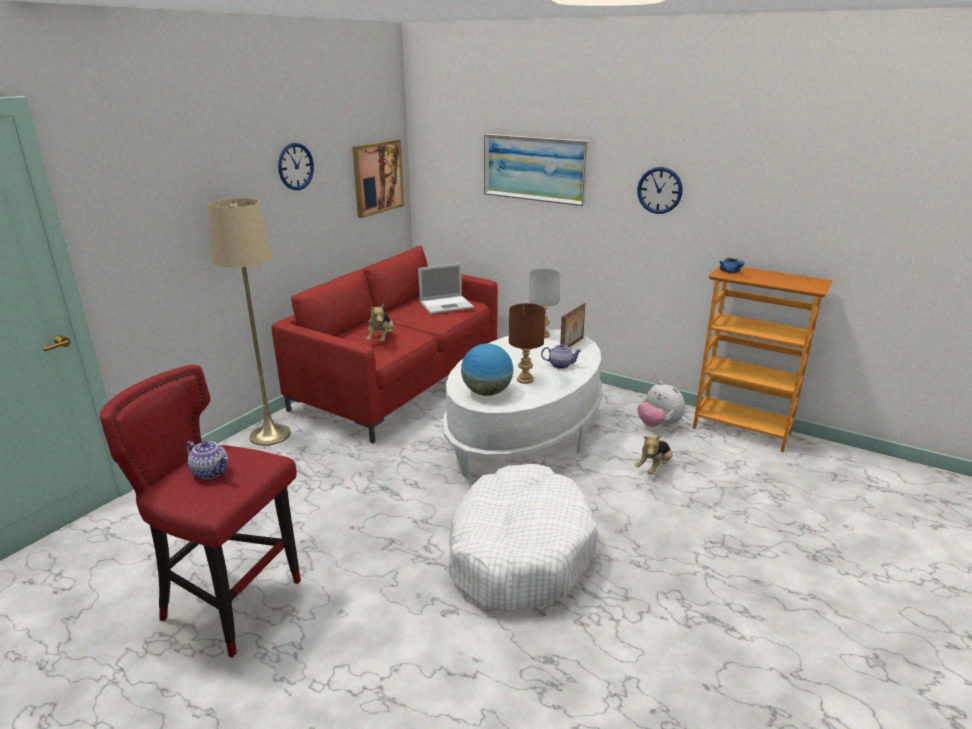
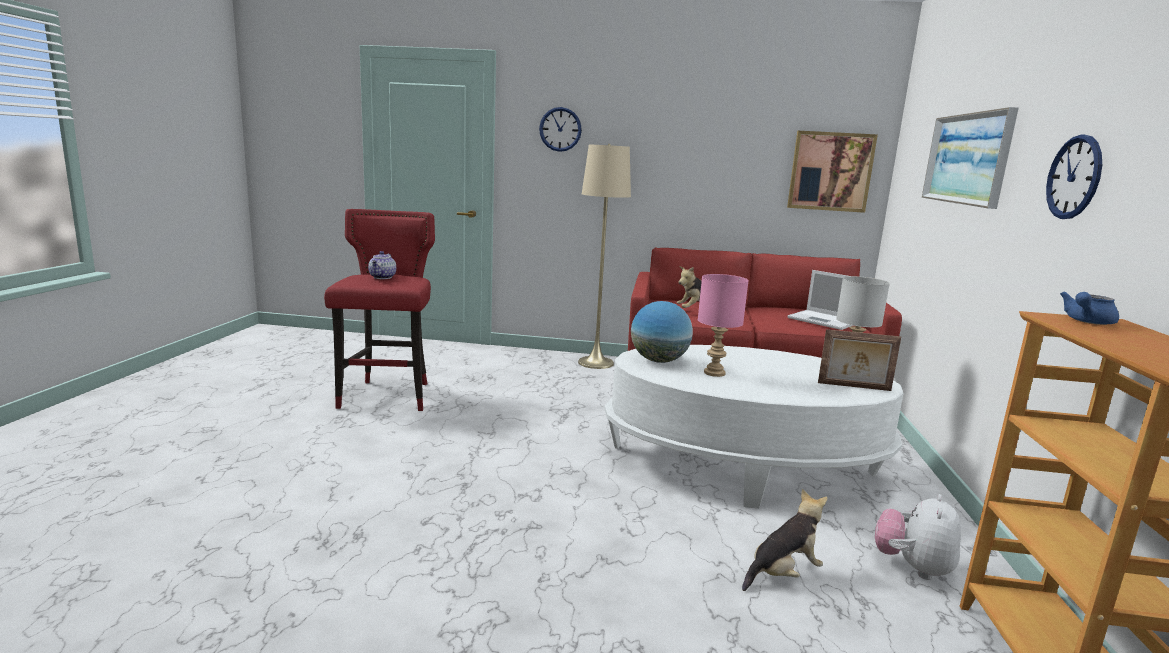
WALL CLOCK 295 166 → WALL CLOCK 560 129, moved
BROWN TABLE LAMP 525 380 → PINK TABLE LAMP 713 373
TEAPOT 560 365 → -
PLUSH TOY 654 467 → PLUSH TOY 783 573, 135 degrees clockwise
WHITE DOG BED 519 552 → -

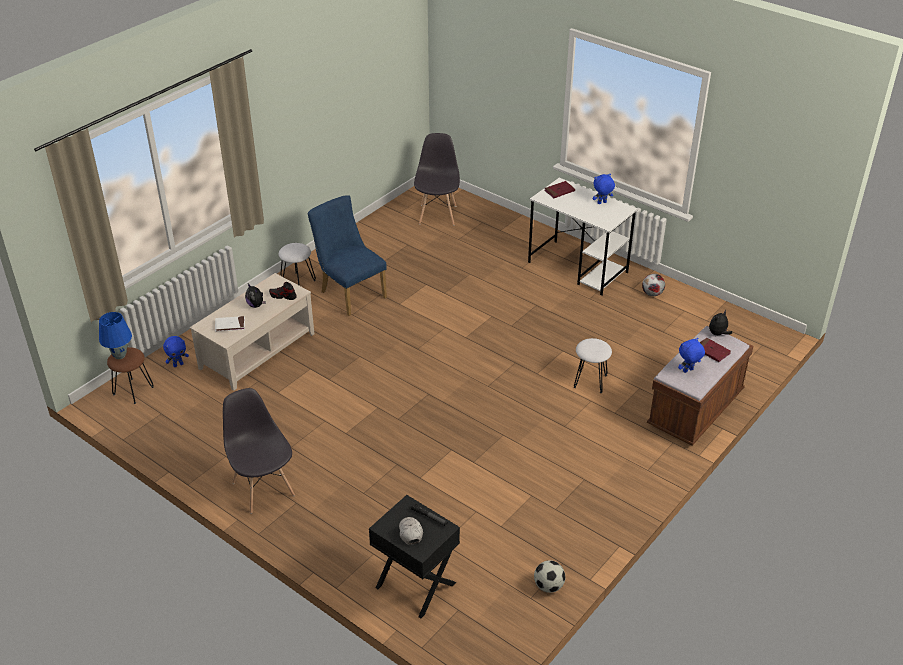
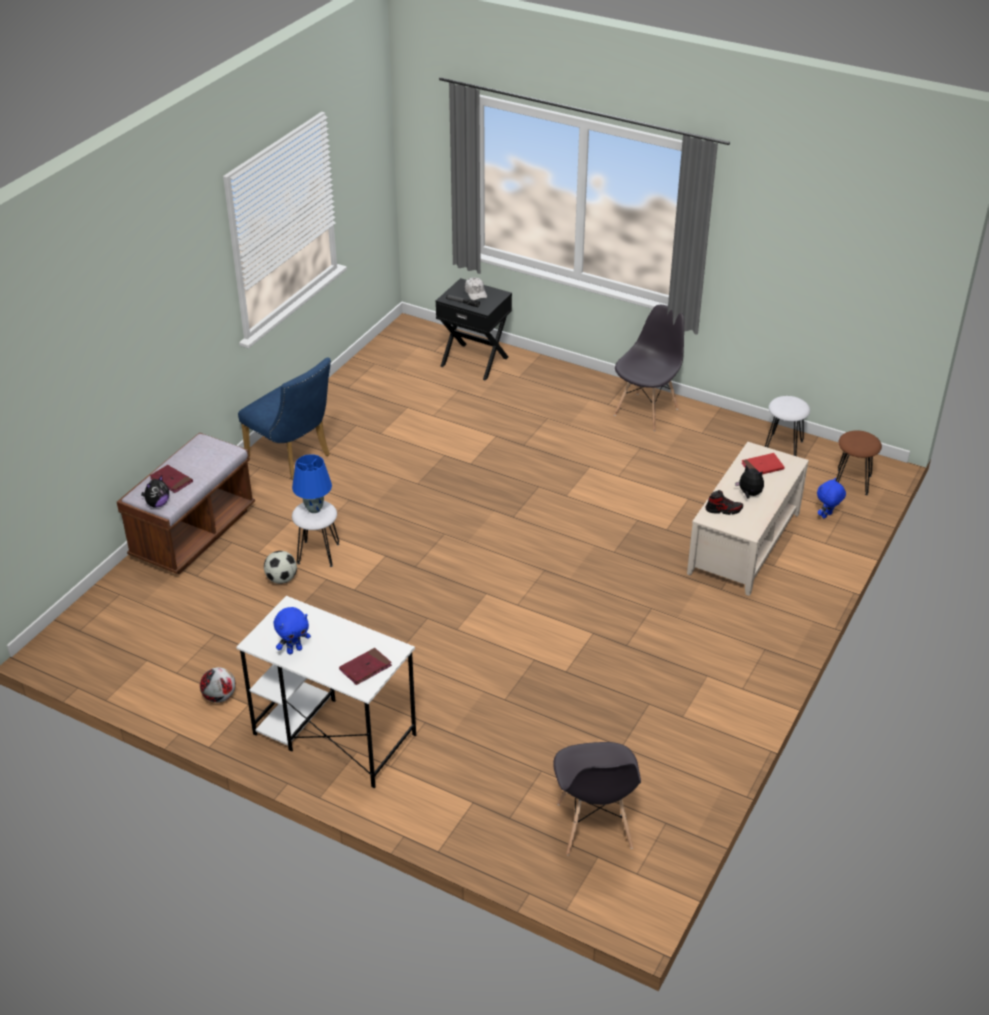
BLUE CHAIR 350 293 → BLUE CHAIR 293 458, moved
WHITE STOOL 297 282 → WHITE STOOL 784 446, moved
BLUE TABLE LAMP 120 355 → BLUE TABLE LAMP 314 509, moved
WHITE BOOK 230 325 → RED BOOK 762 467
BLUE PLUSH TOY 688 371 → -
GREY CHAIR 263 488 → GREY CHAIR 646 411, 105 degrees counterclockwise
FOOTBALL 548 586 → FOOTBALL 281 579, moved

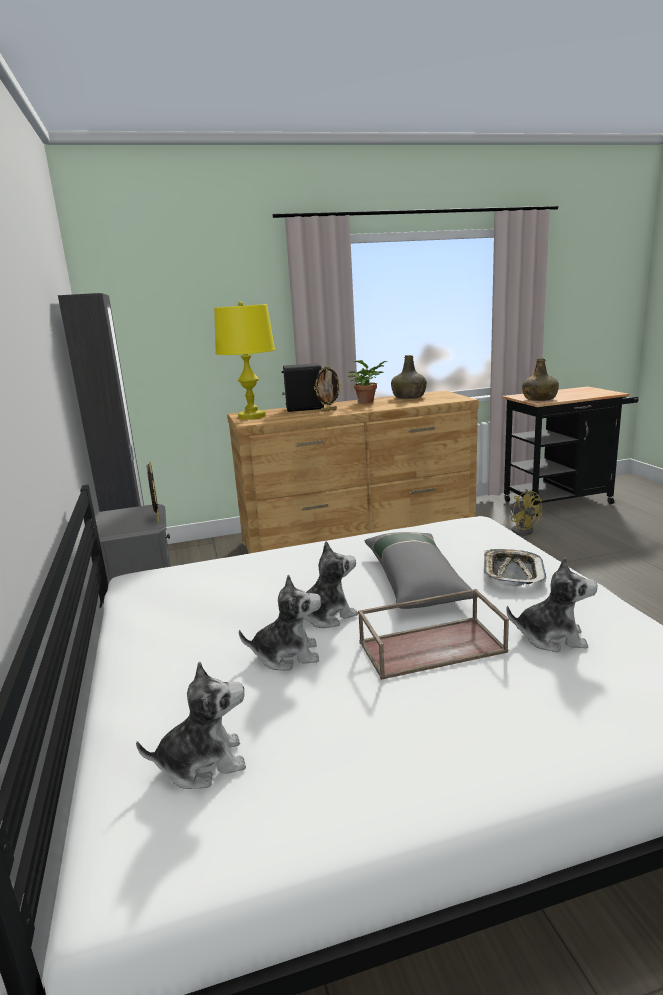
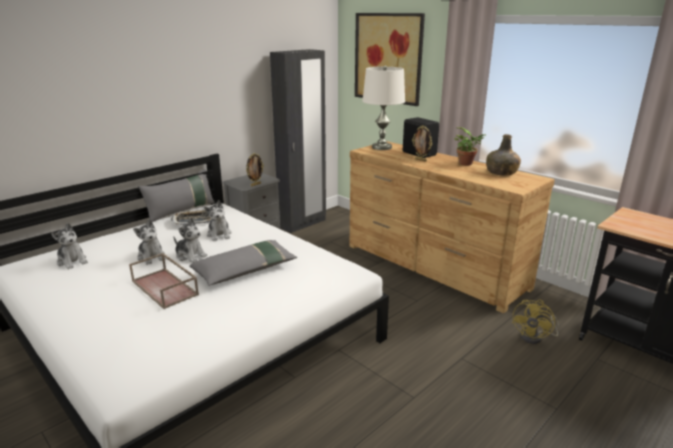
YELLOW TABLE LAMP 252 416 → WHITE TABLE LAMP 381 147
GREEN BOTTLE 539 399 → -
TRAY 512 572 → TRAY 194 220, moved
PLUSH TOY 551 637 → PLUSH TOY 219 234, moved
- → PICTURE 388 58
- → GREY PILLOW 181 211

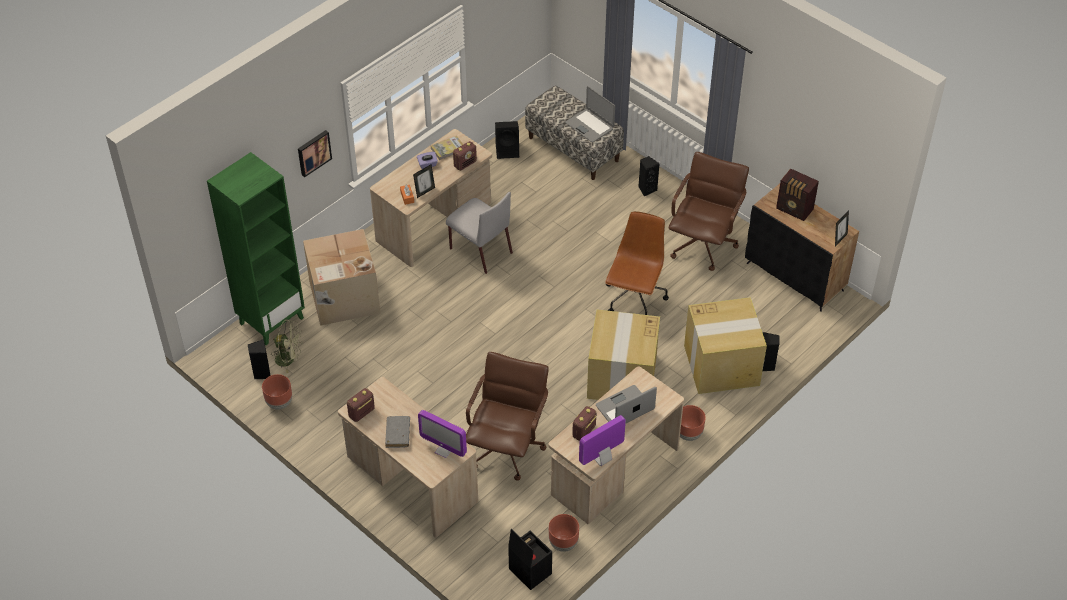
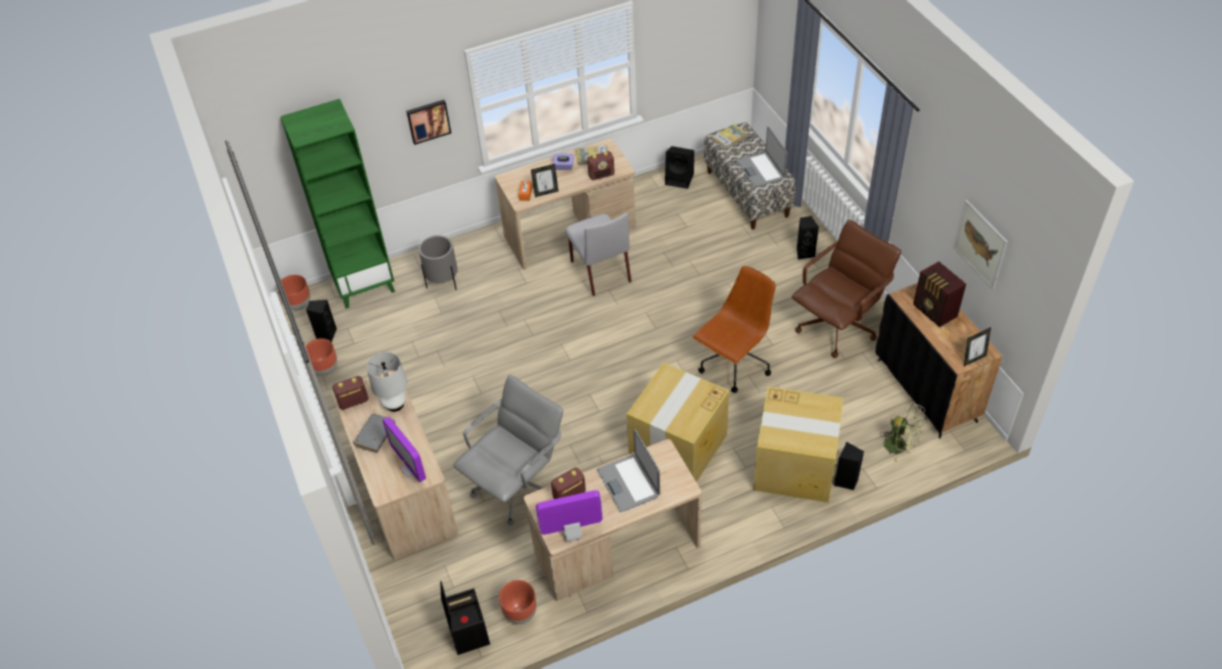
CARDBOARD BOX 343 298 → GREY PLANTER 443 282
GREEN FAN 289 359 → GREEN FAN 900 446, moved
BROWN OFFICE CHAIR 507 448 → GREY OFFICE CHAIR 517 486
LAPTOP 625 408 → LAPTOP 629 483, 105 degrees counterclockwise
BROWN PLANTER 688 434 → BROWN PLANTER 298 304, moved
- → BOOK 729 138
- → PICTURE 980 244
- → WHITE TABLE LAMP 395 404

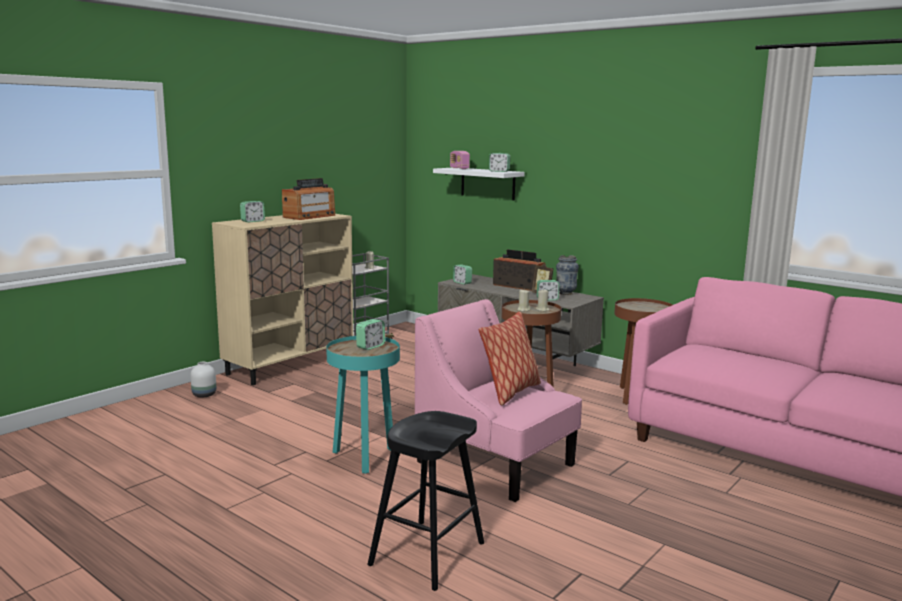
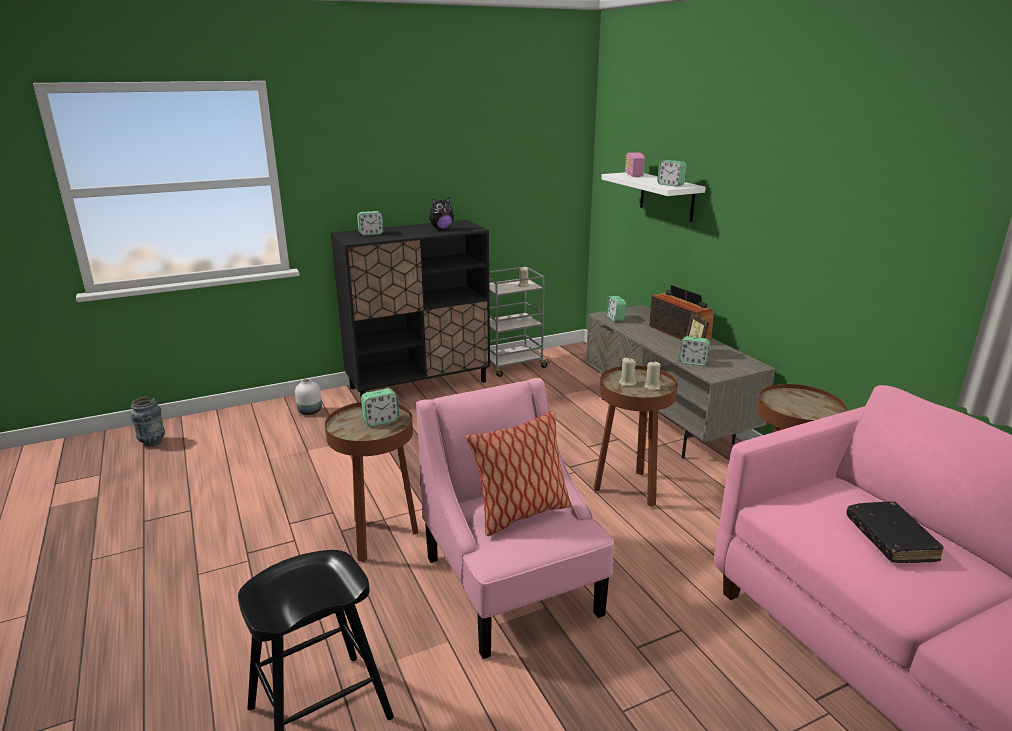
RADIO 309 216 → PLUSH TOY 441 229
BEIGE CABINET 290 364 → BLACK CABINET 419 384
VASE 565 293 → VASE 152 442, moved
TURQUOISE SIDE TABLE 364 458 → BROWN SIDE TABLE 379 538
- → BLACK BOOK 890 539

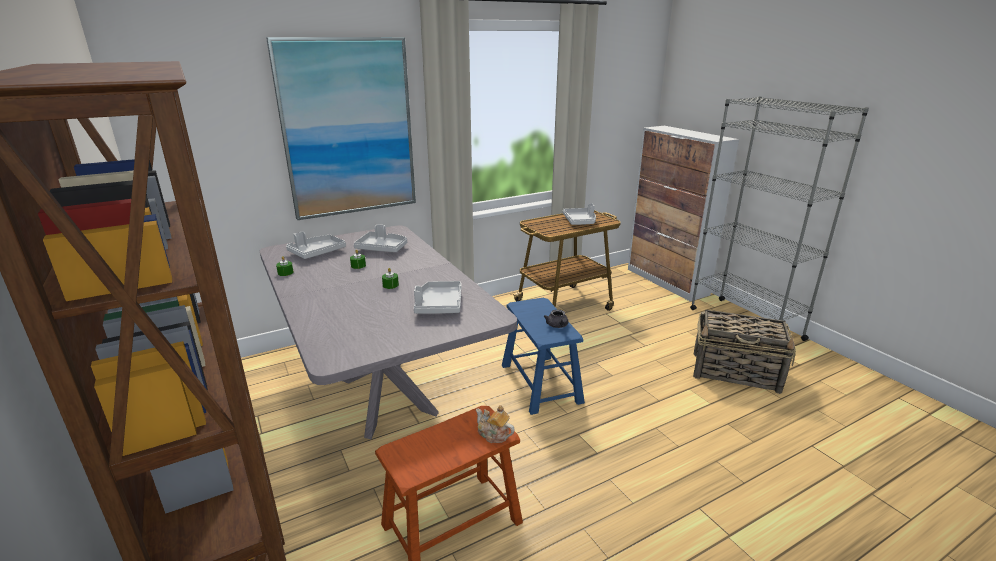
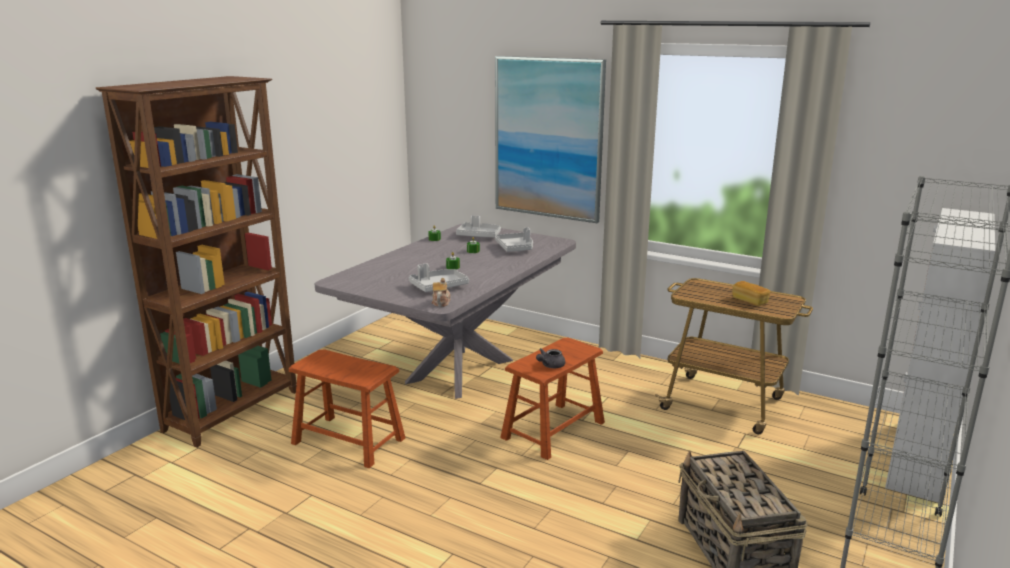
GREY TRAY 580 221 → BREAD 749 301
BLUE STOOL 540 383 → BROWN STOOL 553 430
TEAPOT 493 435 → TEAPOT 441 302, moved

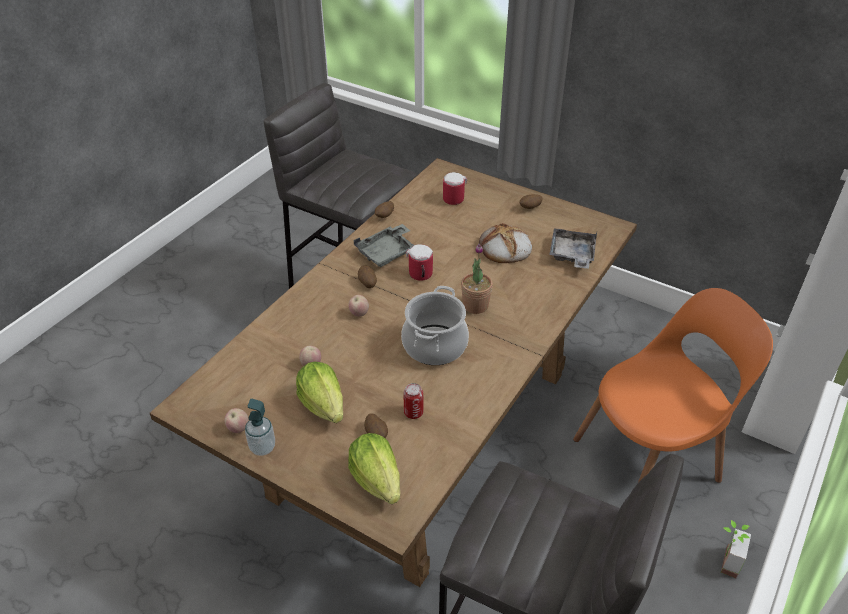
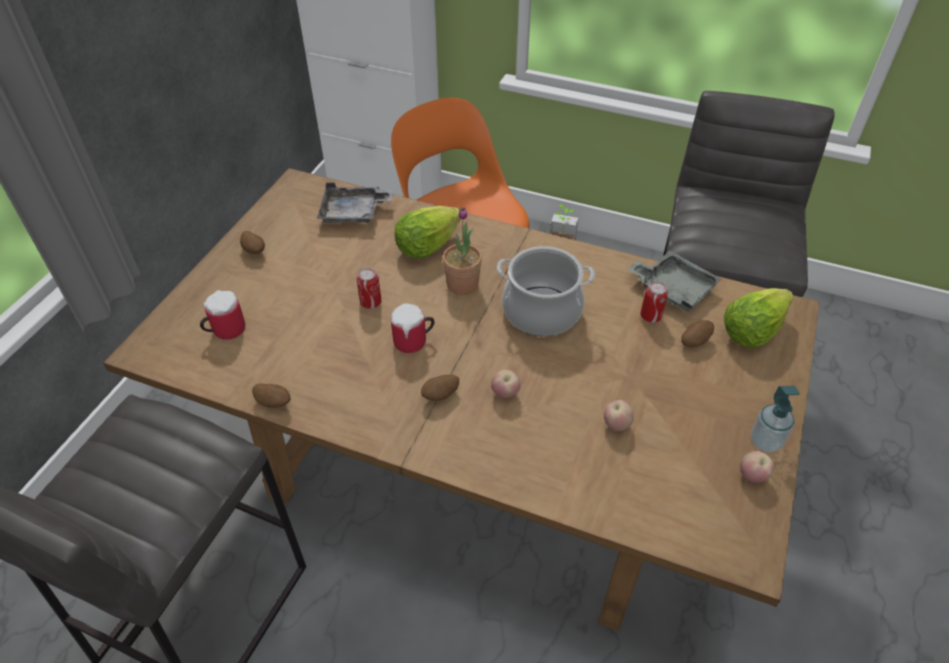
BREAD 504 248 → -
GREY TRAY 386 252 → GREY TRAY 673 288, moved
LETTUCE 323 405 → LETTUCE 426 246, moved
- → CAN 370 302

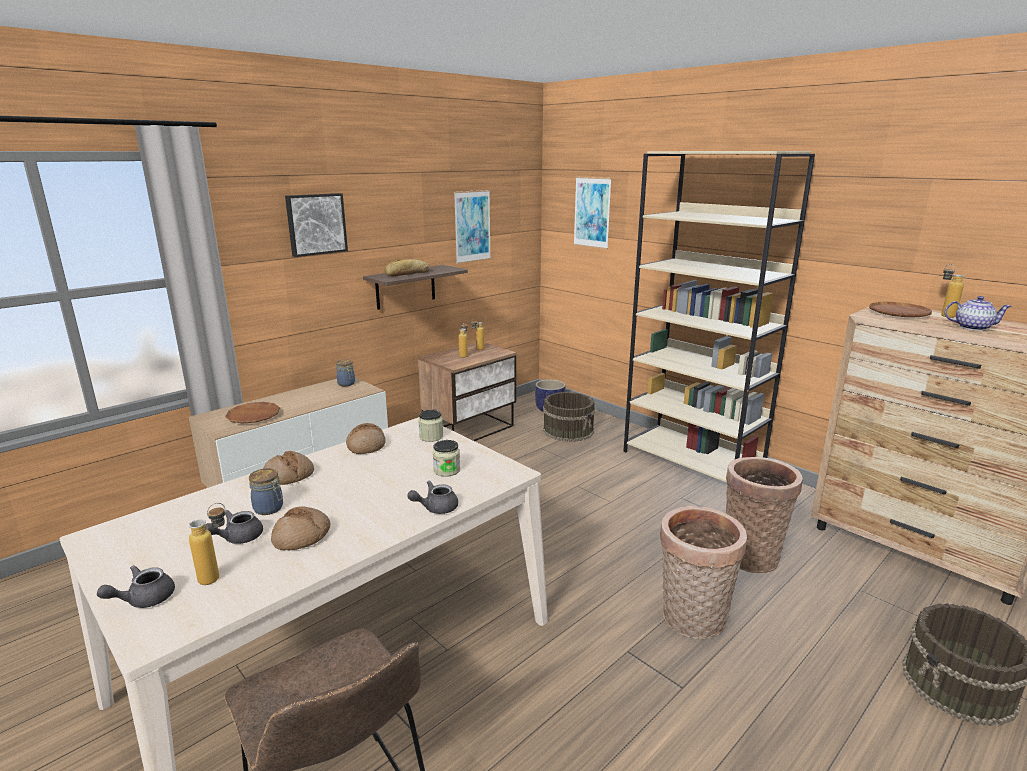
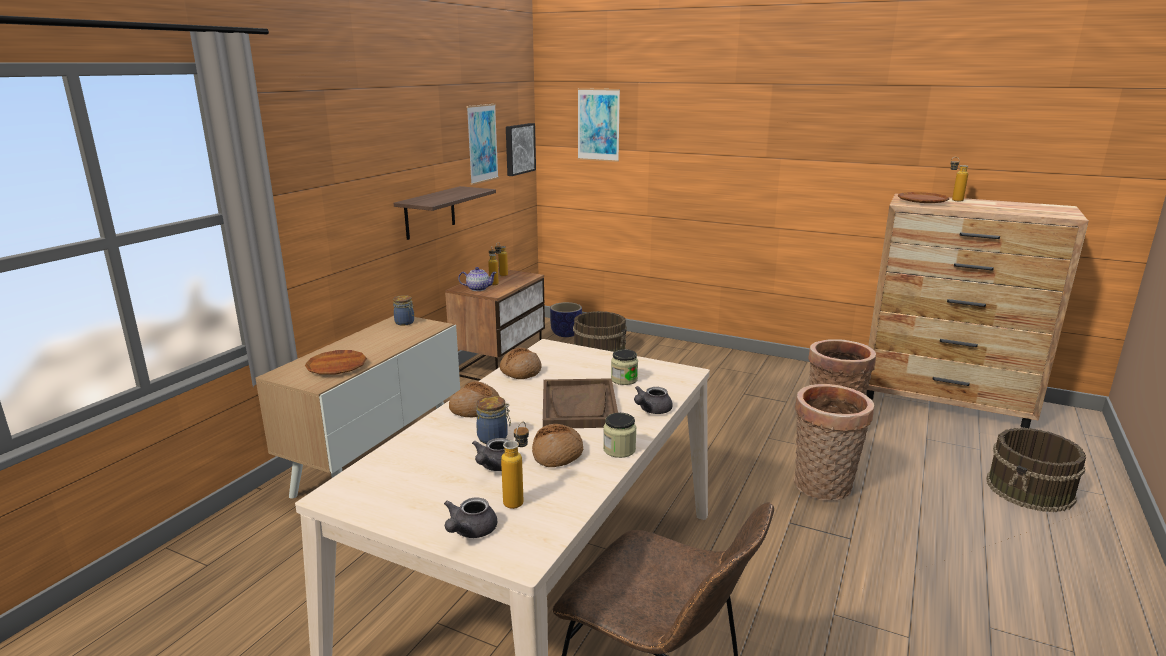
BEIGE BOOKCASE 692 461 → -
PICTURE 316 224 → PICTURE 518 149, moved
BREAD 408 273 → -
TEAPOT 972 327 → TEAPOT 478 288, moved
JAR 431 437 → JAR 619 450, moved
- → BROWN TRAY 579 406

